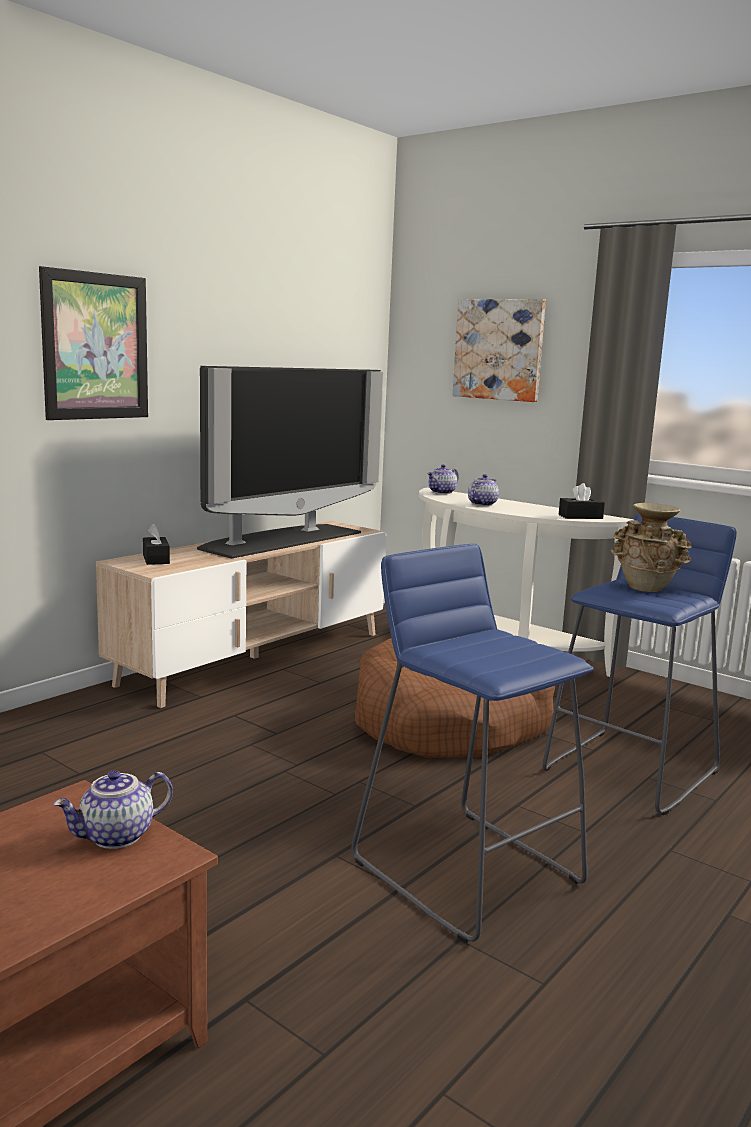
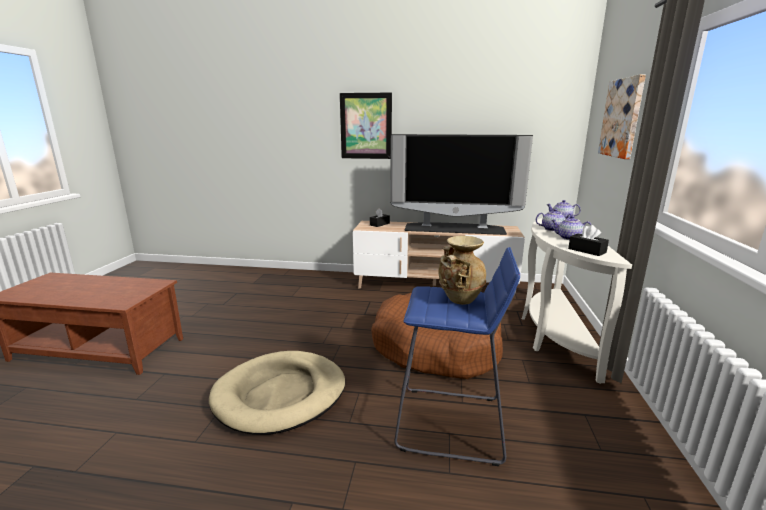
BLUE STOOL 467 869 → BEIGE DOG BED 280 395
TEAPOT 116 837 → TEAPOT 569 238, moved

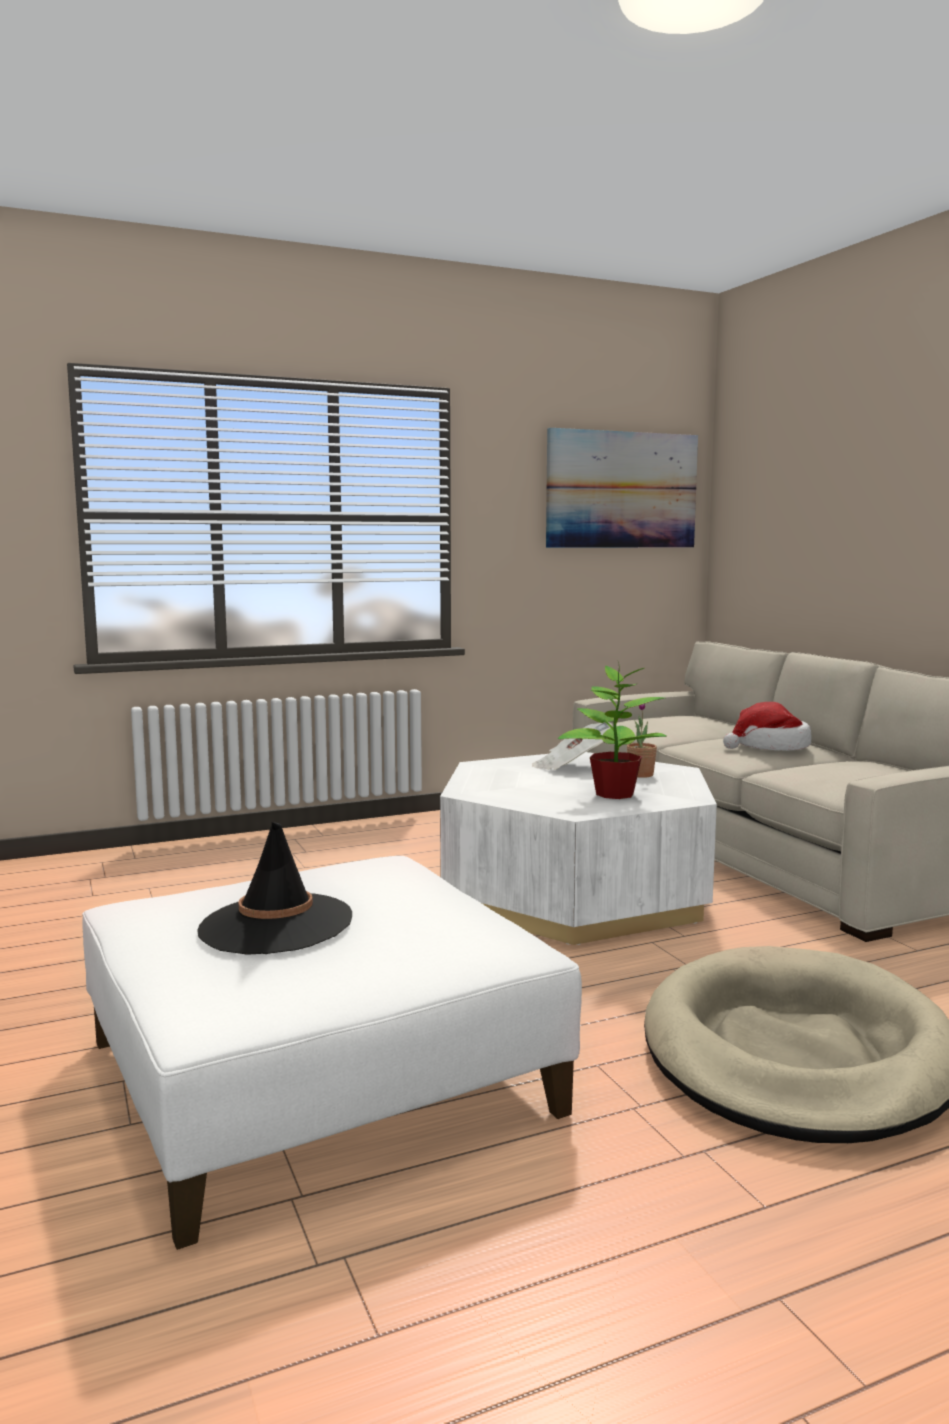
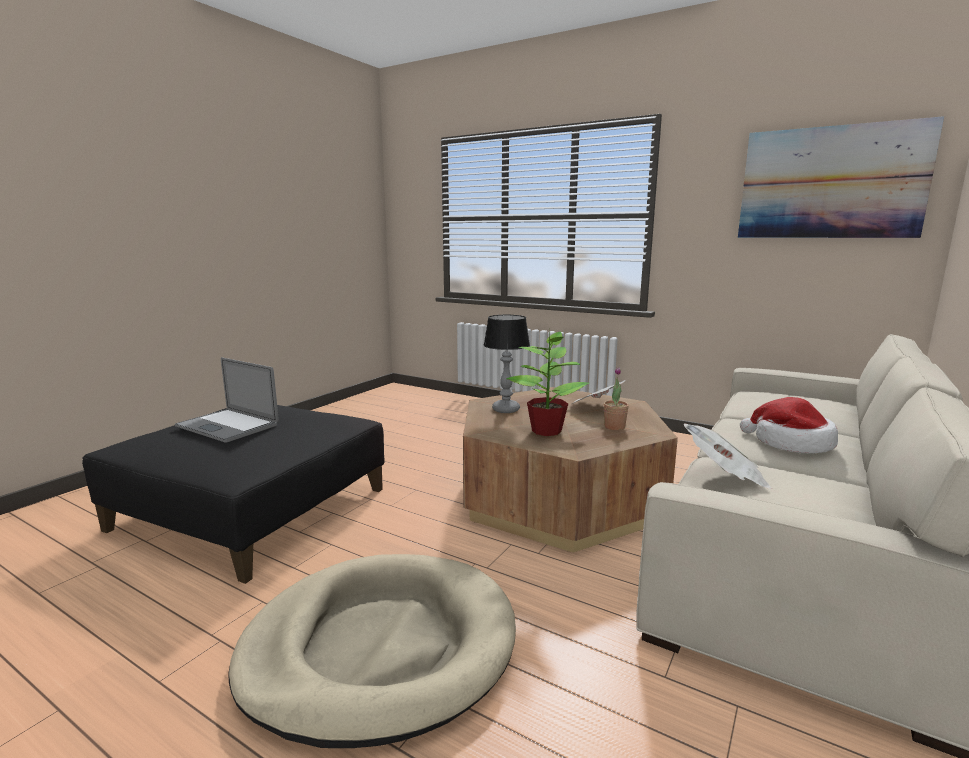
WHITE COFFEE TABLE 575 892 → BROWN COFFEE TABLE 559 497
BLACK HAT 276 925 → LAPTOP 227 425
WHITE OTTOMAN 319 1077 → BLACK OTTOMAN 252 509
- → TABLE LAMP 506 410
- → NEWSPAPER 725 476

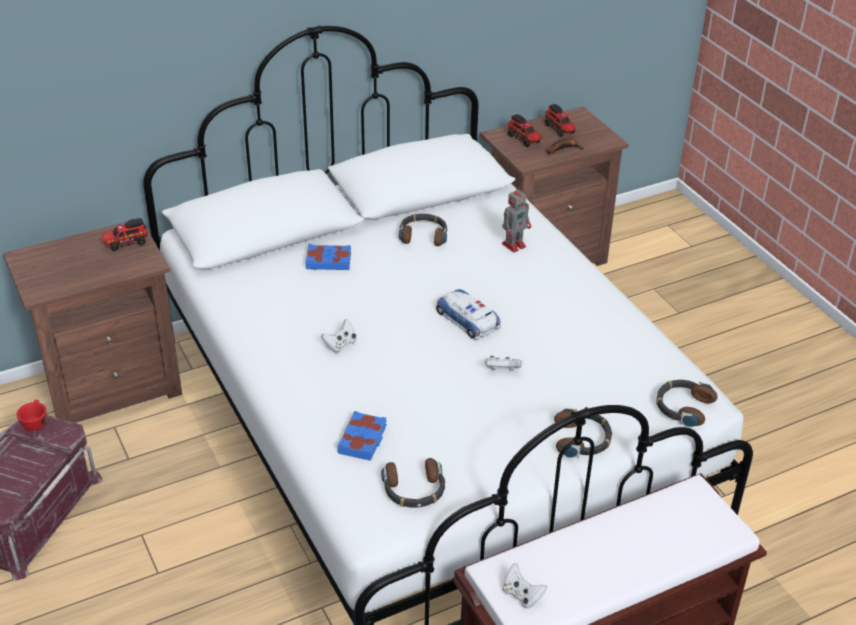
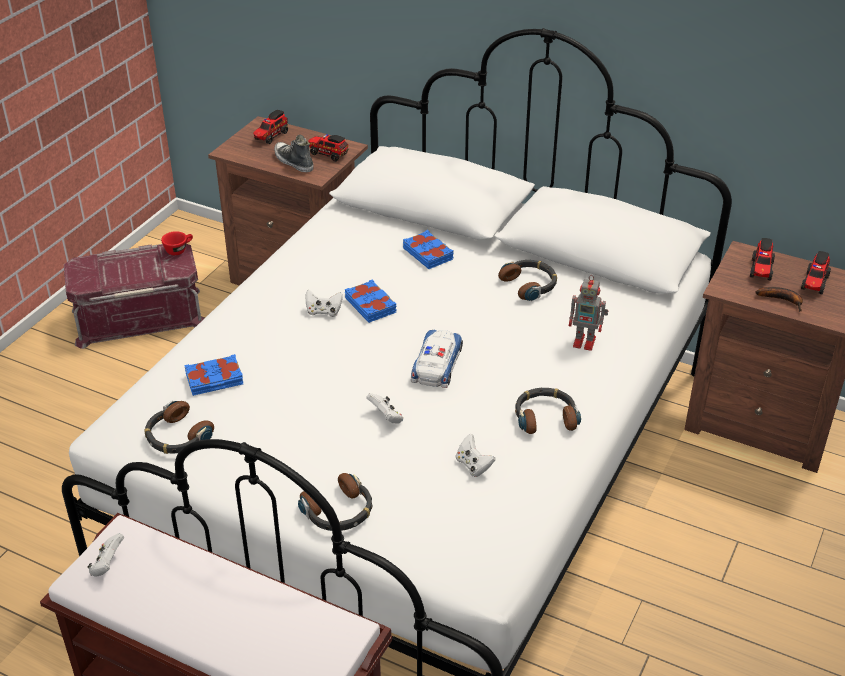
HEADPHONES 683 407 → HEADPHONES 545 416, moved
- → TOY TRUCK 270 136
- → SHOE 293 162
- → BLUE BOOK 371 305
- → WHITE GAME CONTROLLER 473 465

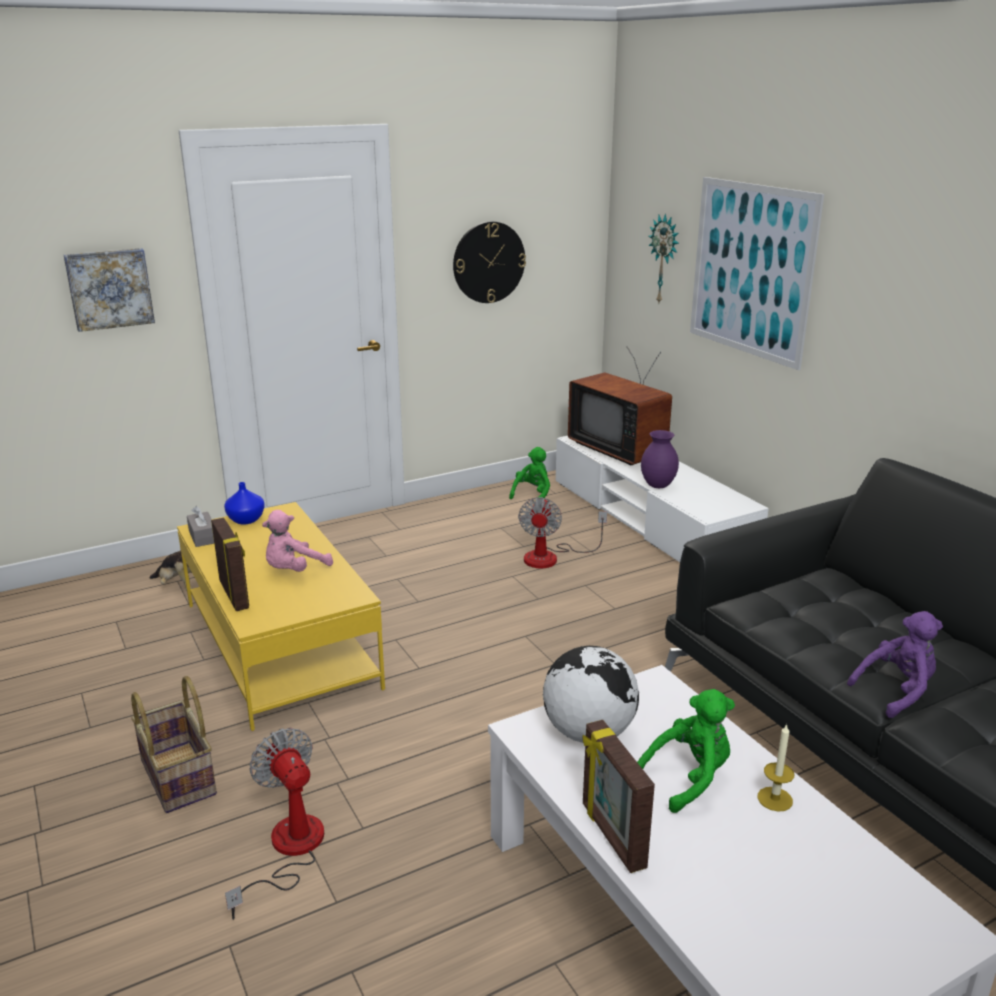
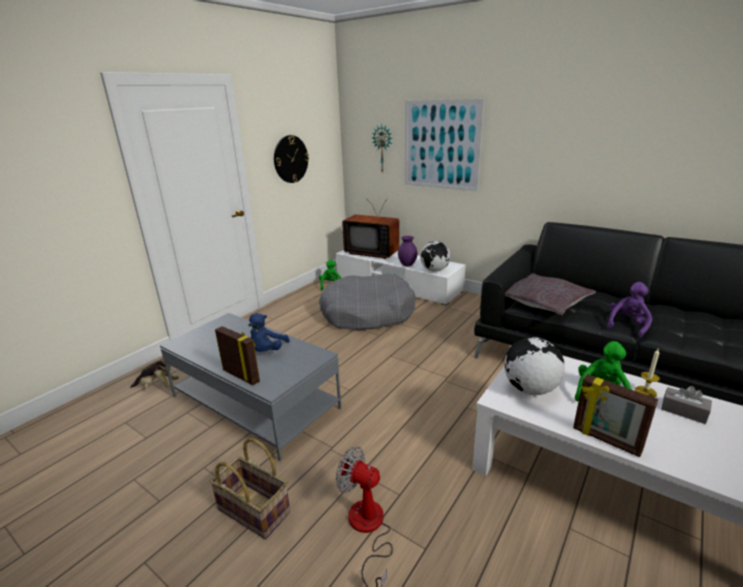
PICTURE 109 288 → -
BLUE VASE 246 519 → -
FAN 551 557 → GREY DOG BED 367 313
YELLOW COFFEE TABLE 279 645 → GREY COFFEE TABLE 254 402
GREY TISSUE BOX 203 536 → GREY TISSUE BOX 683 411, moved
PINK PLUSH TOY 294 570 → BLUE PLUSH TOY 267 351
- → GLOBE 434 270
- → GREY PILLOW 544 301

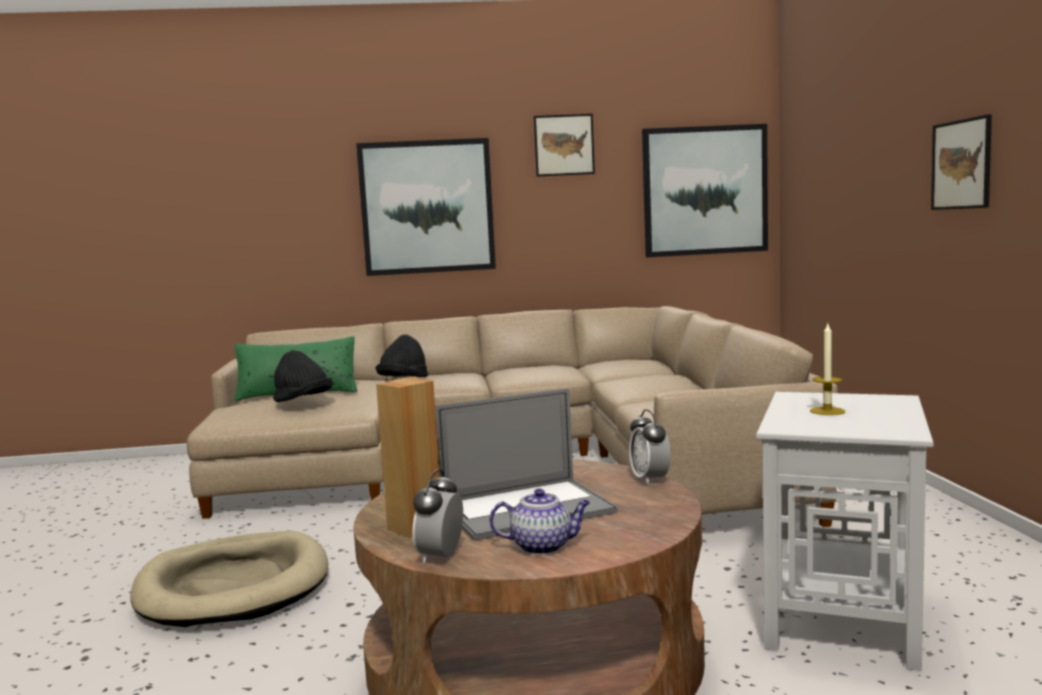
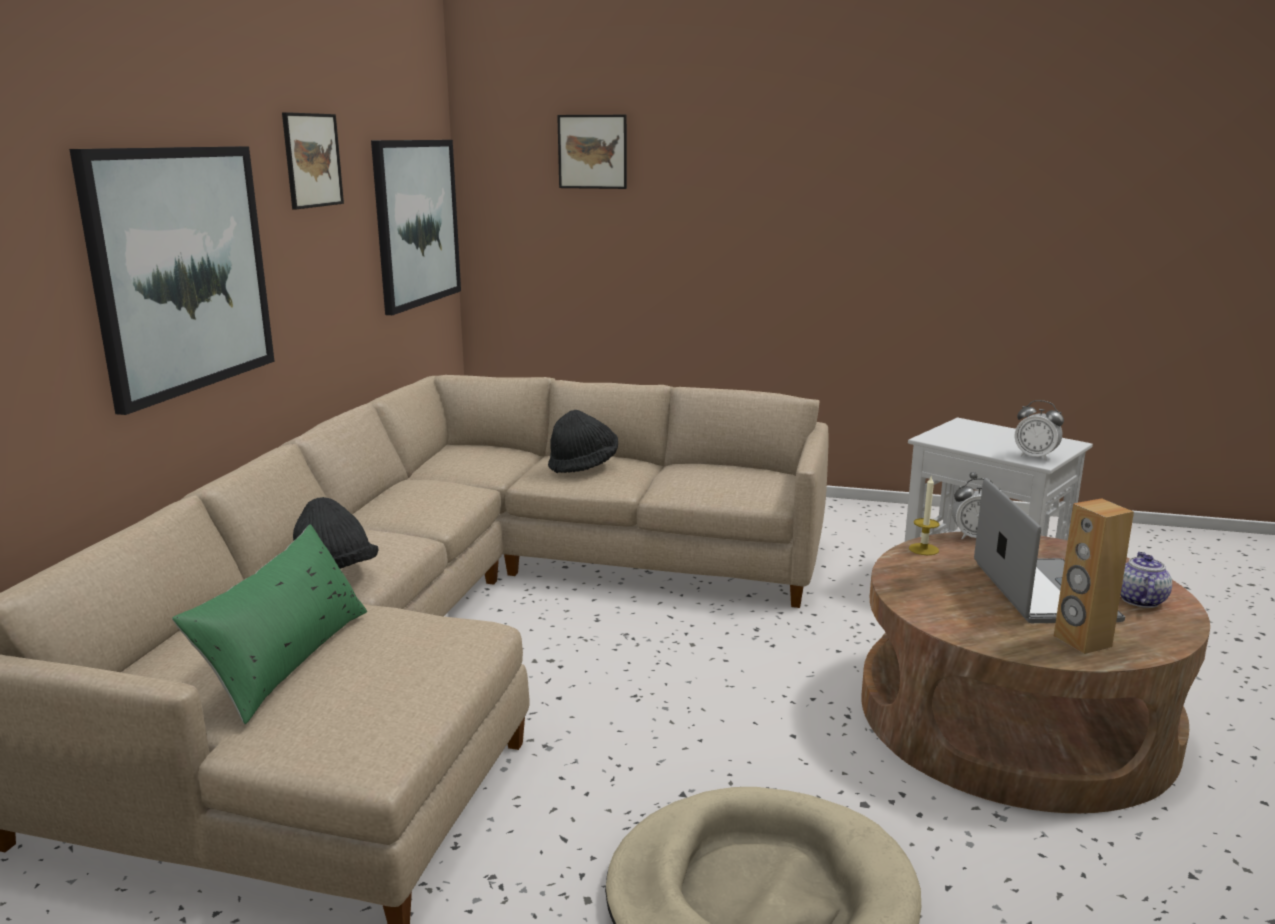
PICTURE 961 164 → PICTURE 592 152, moved
CANDLE 827 411 → CANDLE 923 549, moved
BLACK HAT 303 402 → BLACK HAT 583 465, moved
ALARM CLOCK 440 557 → ALARM CLOCK 1035 457, moved

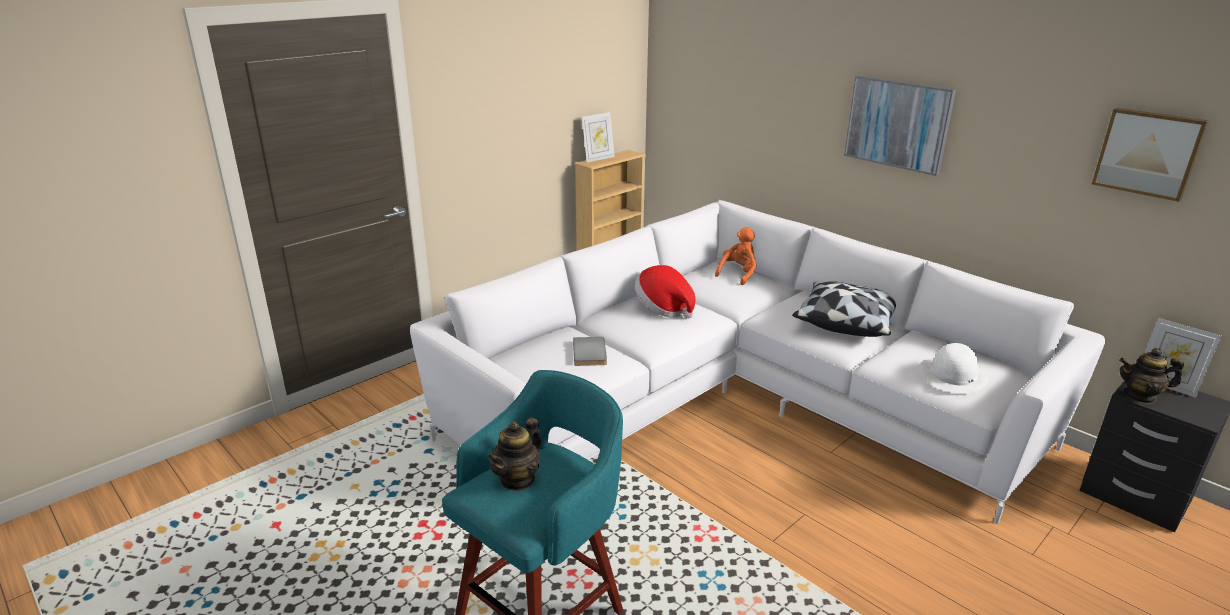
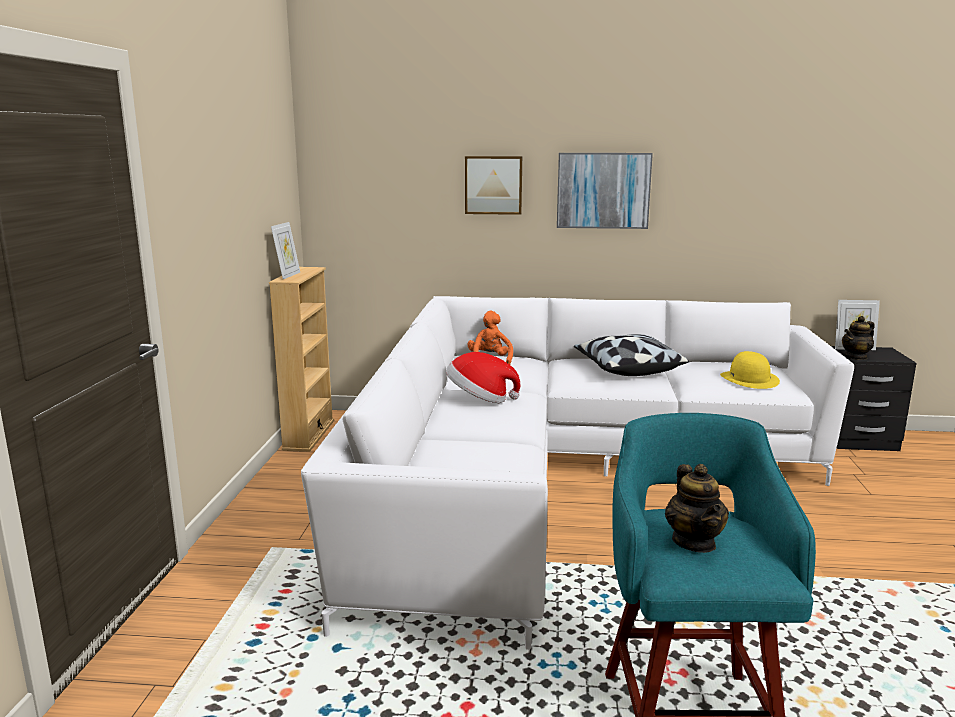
PICTURE 1148 153 → PICTURE 493 185, moved
GREY BOOK 591 353 → -
WHITE HAT 953 375 → YELLOW HAT 749 379

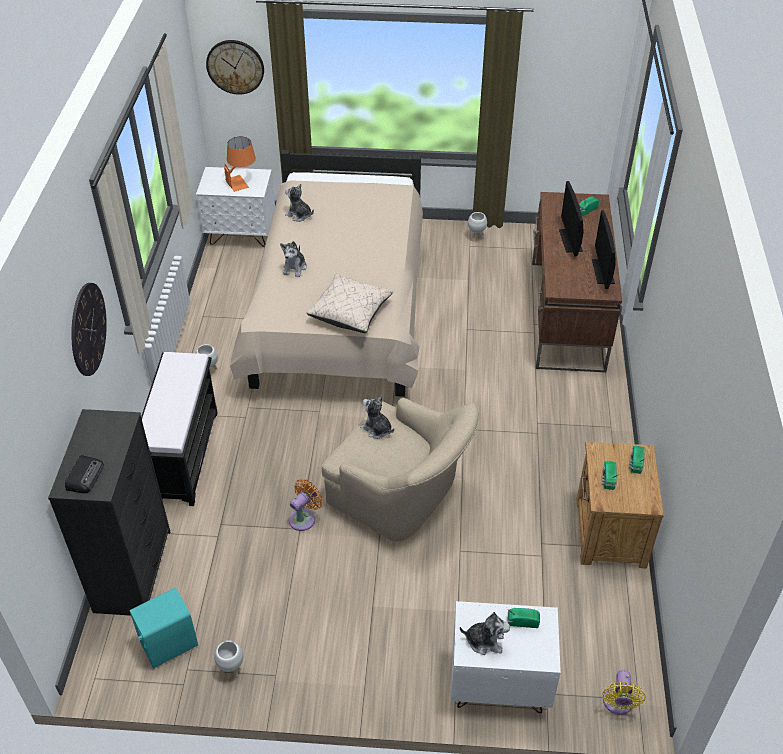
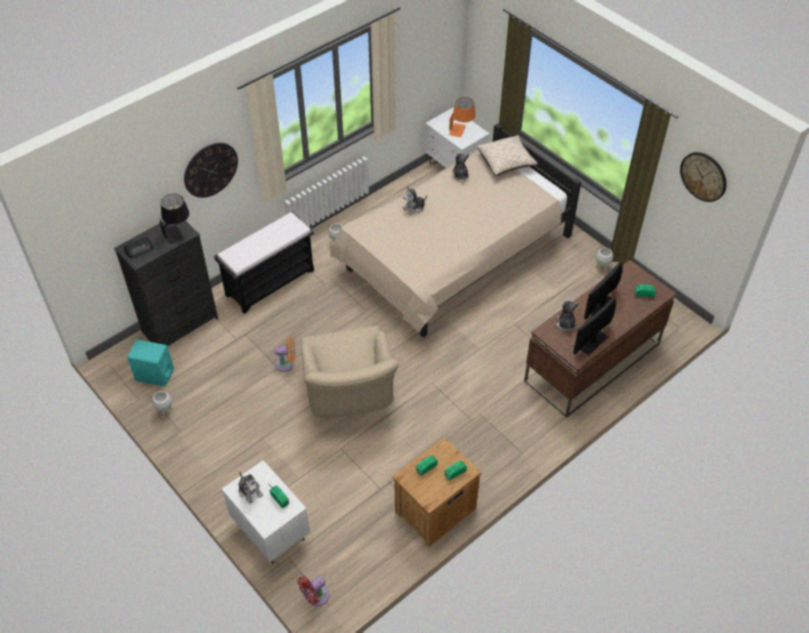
WALL CLOCK 235 66 → WALL CLOCK 703 176, moved
BEIGE PILLOW 350 312 → BEIGE PILLOW 506 162, moved
PLUSH TOY 377 429 → PLUSH TOY 565 324, moved
YELLOW FAN 617 704 → RED FAN 315 597
- → BLACK TABLE LAMP 178 232

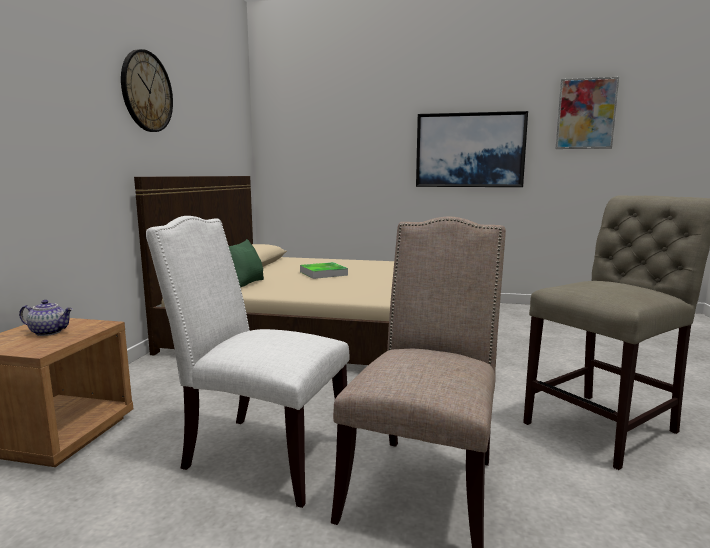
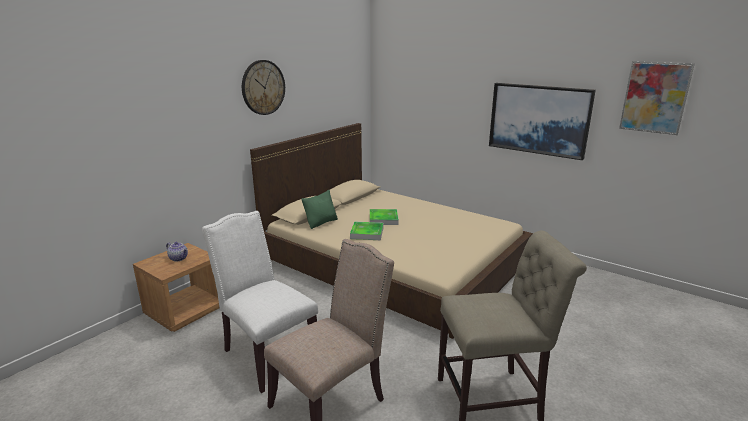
- → TRAY 367 233

